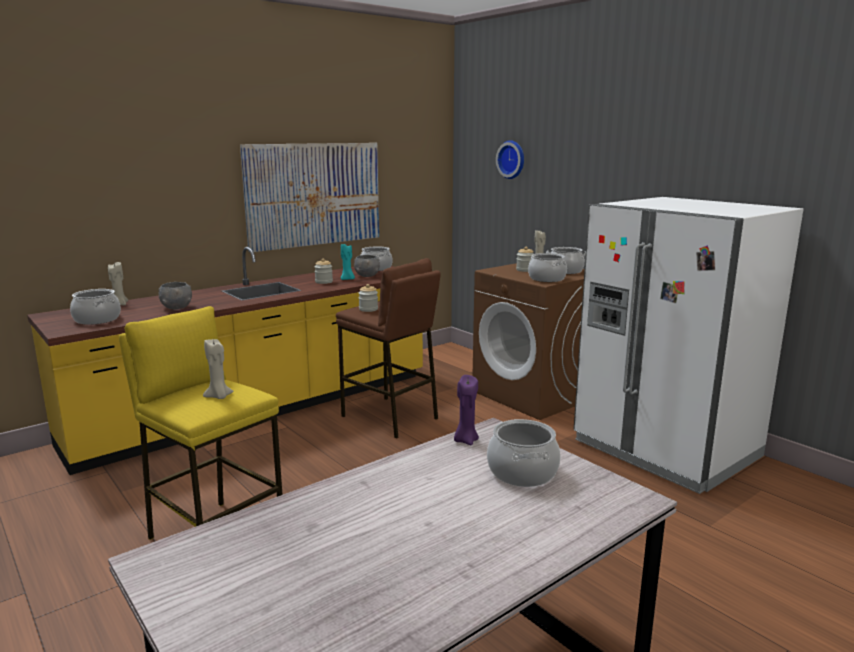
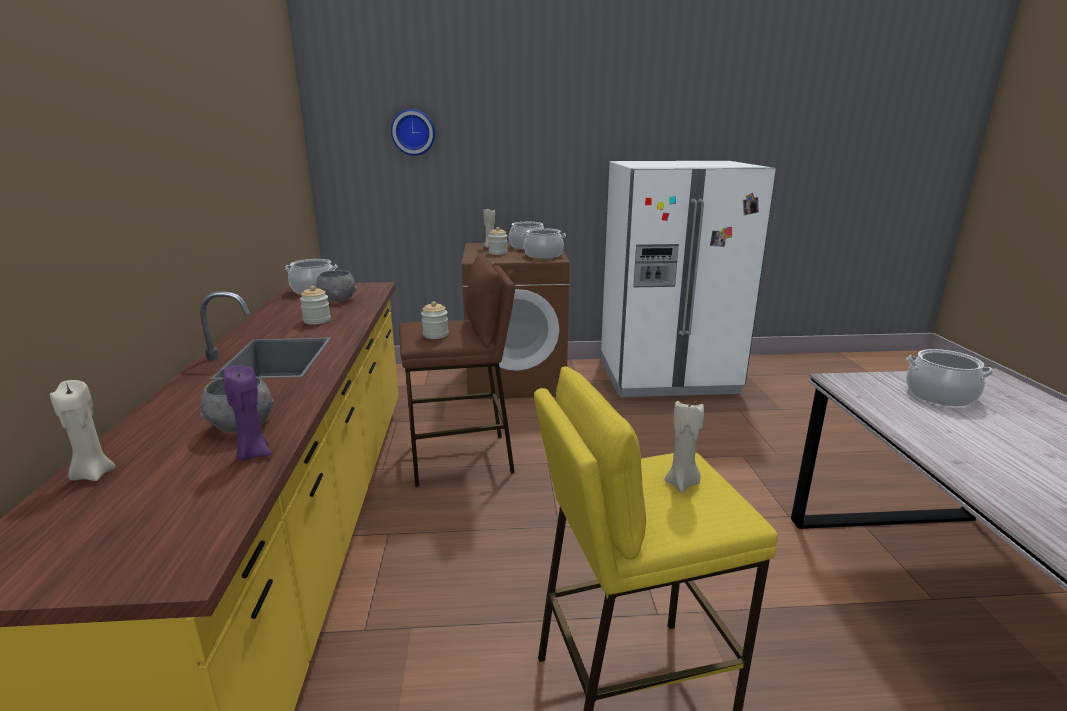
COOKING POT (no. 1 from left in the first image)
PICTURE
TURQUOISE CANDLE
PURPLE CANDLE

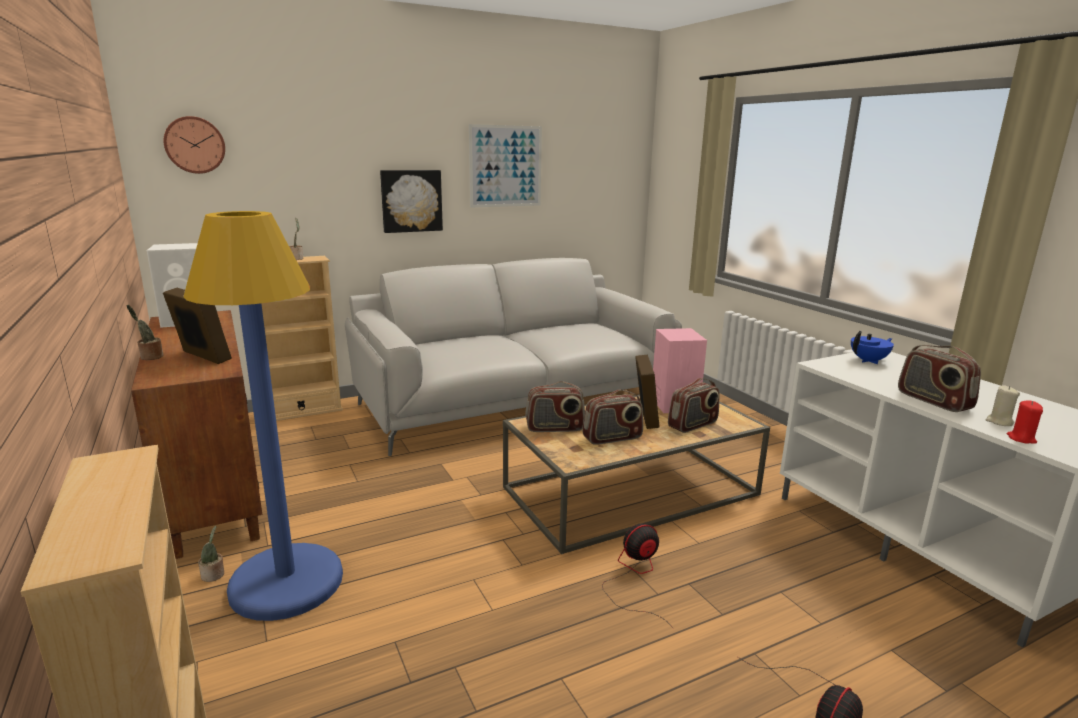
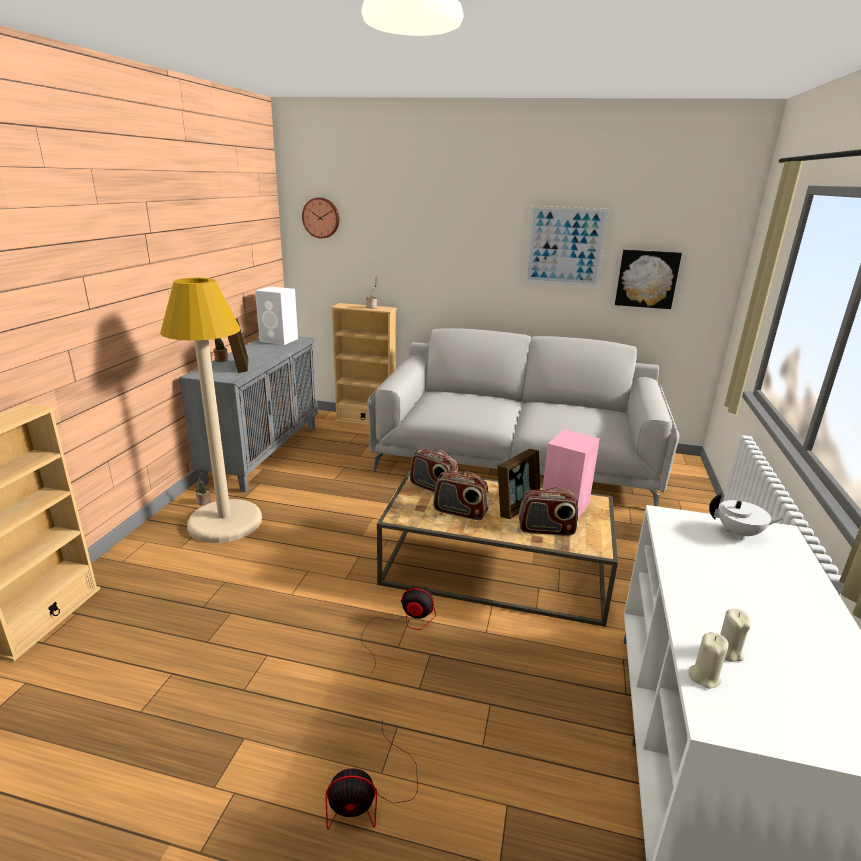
RADIO (no. 4 from left in the first image)
PICTURE (no. 2 from left)
GREY CABINET
BEIGE FLOOR LAMP
WHITE TEAPOT
BEIGE CANDLE (no. 1 from left)

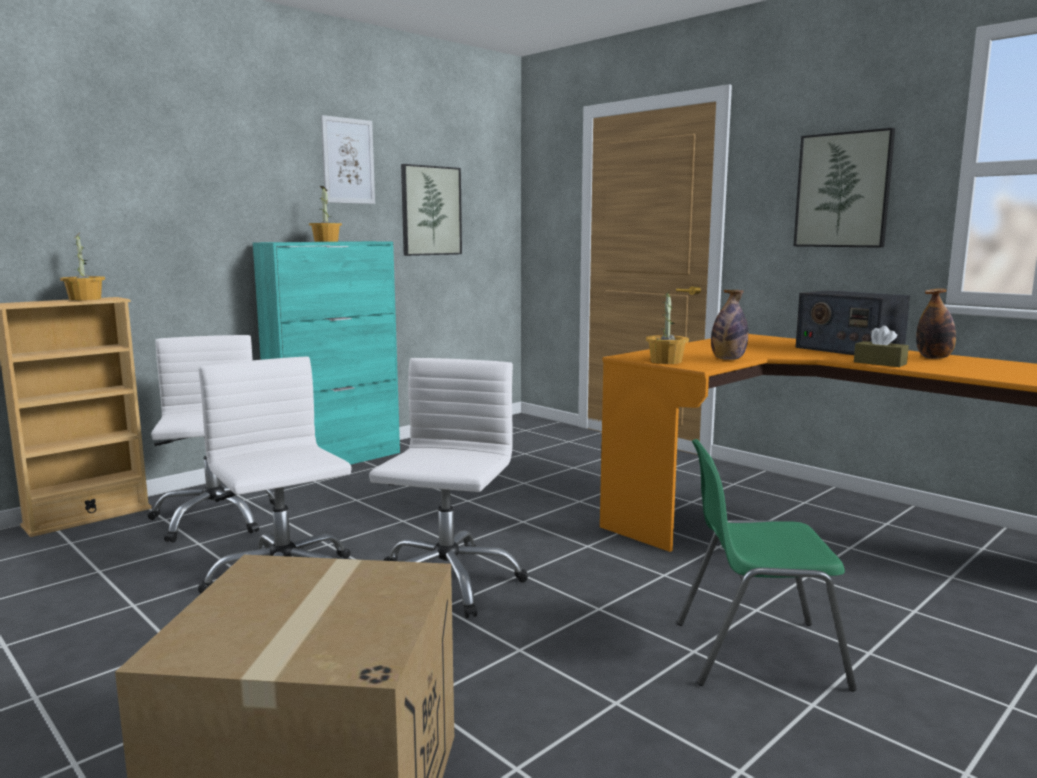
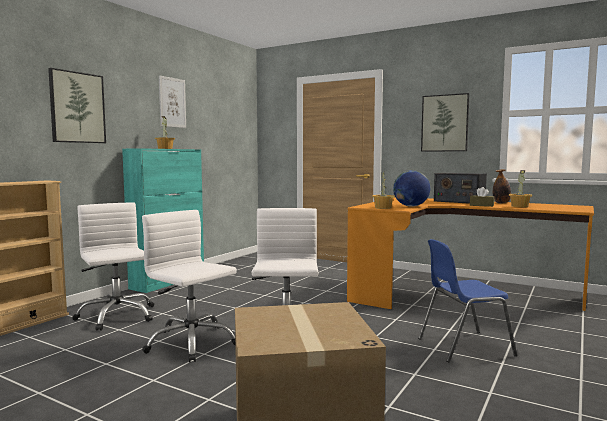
POTTED PLANT (no. 3 from left)
PICTURE (no. 1 from left)
GLOBE
BLUE CHAIR

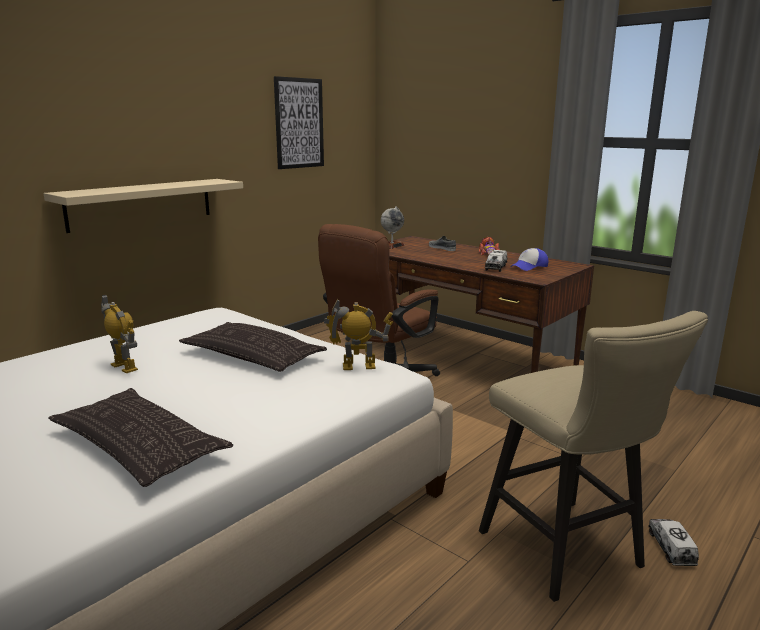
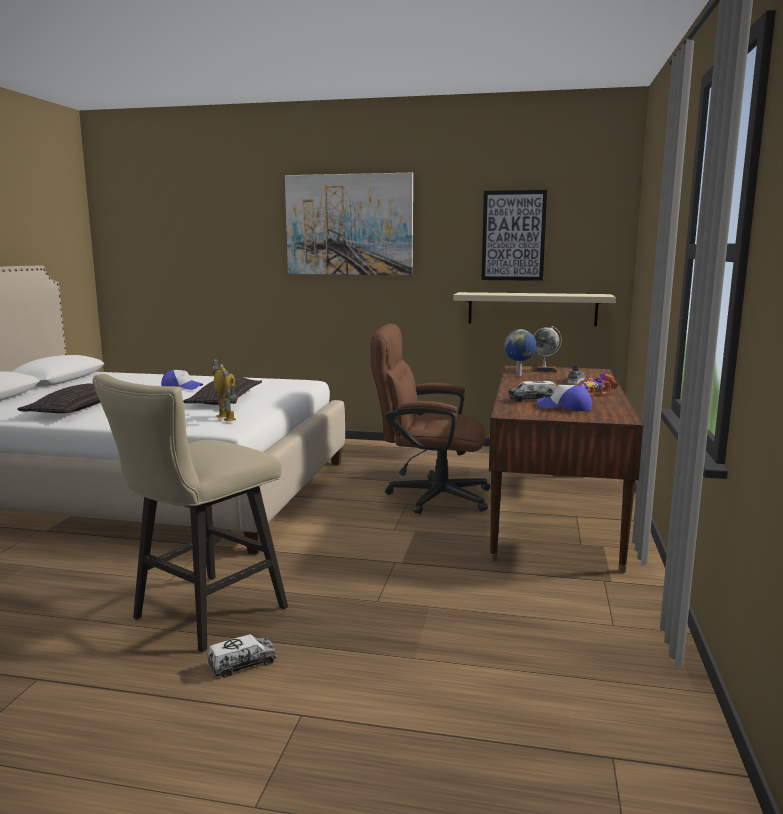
PICTURE (no. 1 from left)
GLOBE (no. 1 from left)
BEIGE SHELF
CAP (no. 1 from left)

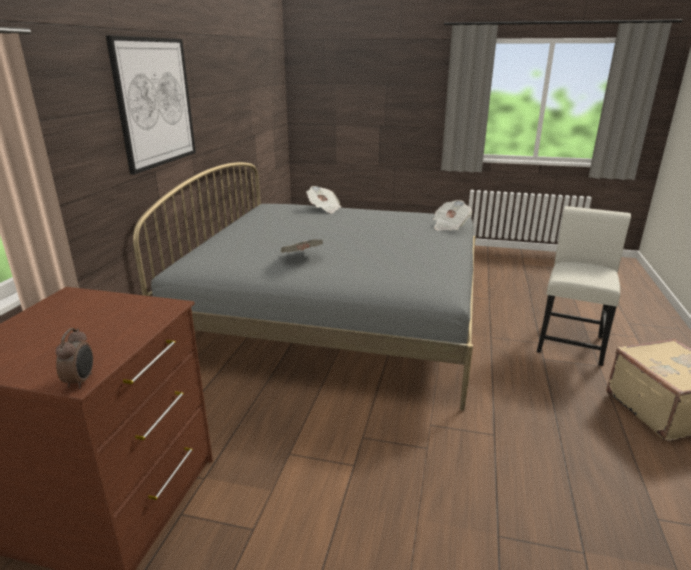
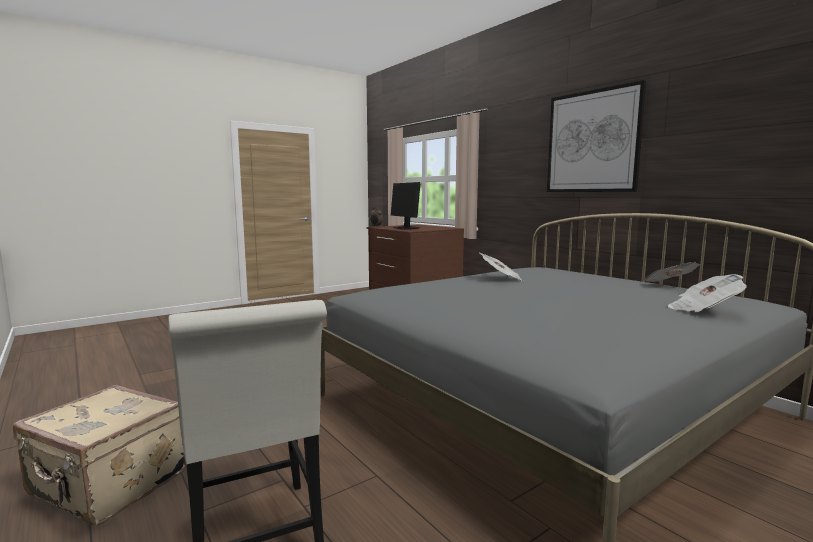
MONITOR
NEWSPAPER (no. 2 from left)

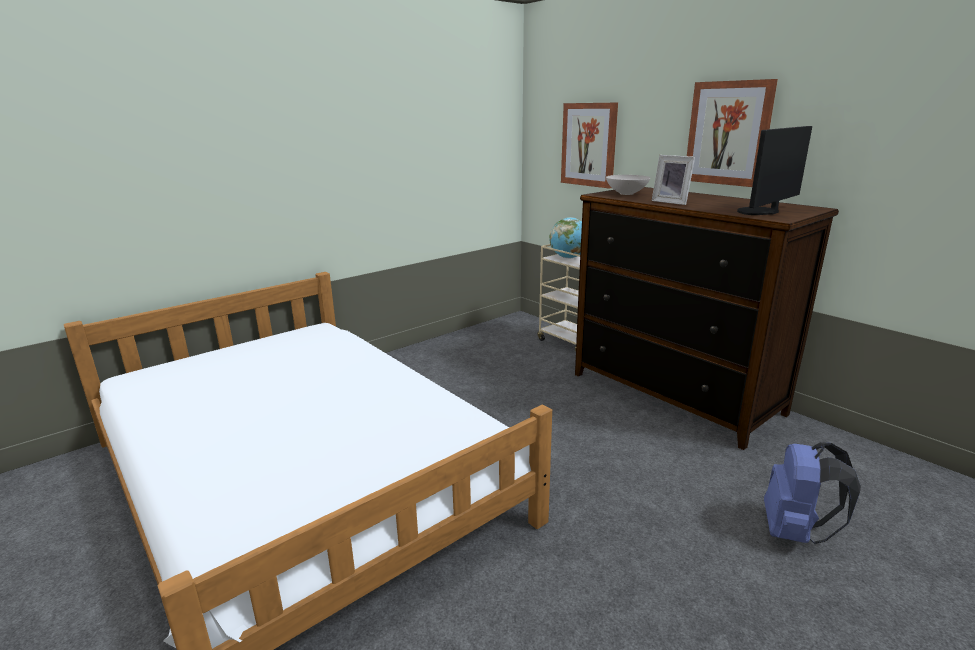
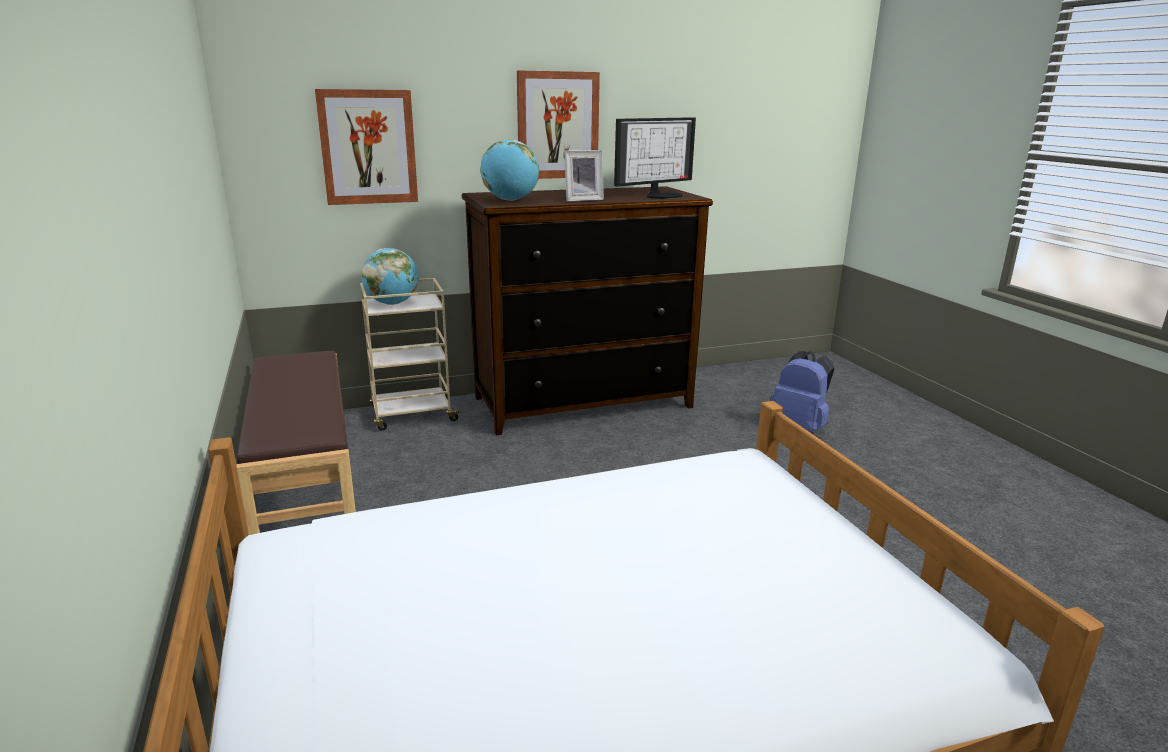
BROWN BENCH
GLOBE (no. 2 from left)
MONITOR

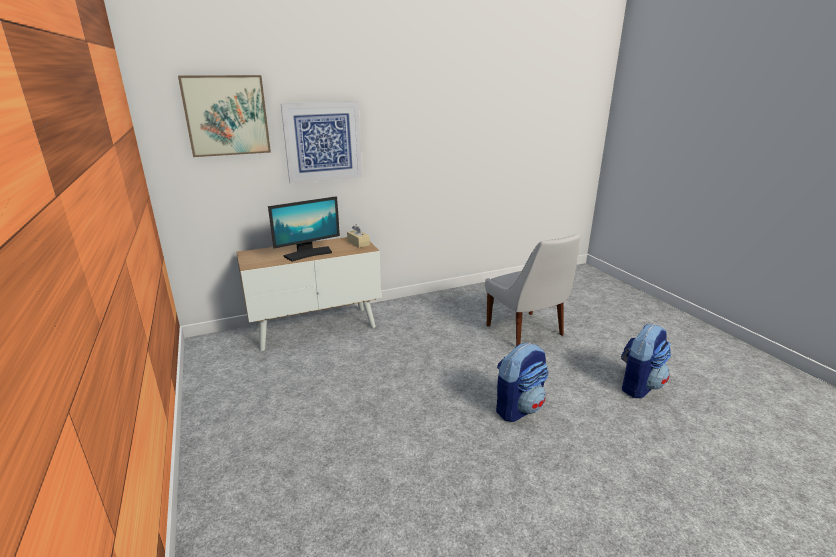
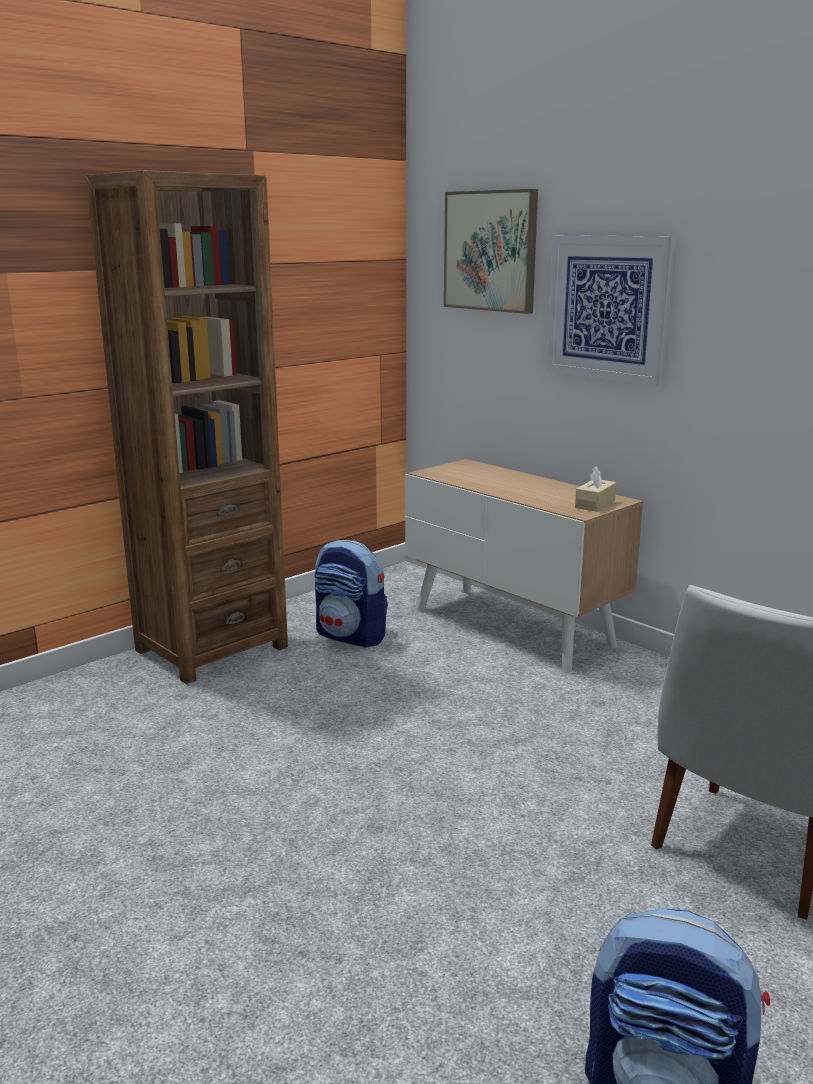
MONITOR
BROWN BOOKCASE
BACKPACK (no. 1 from left)

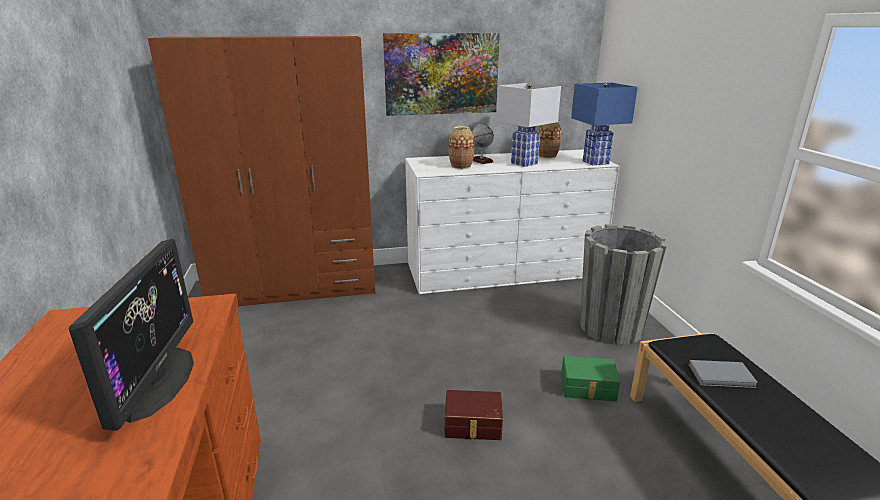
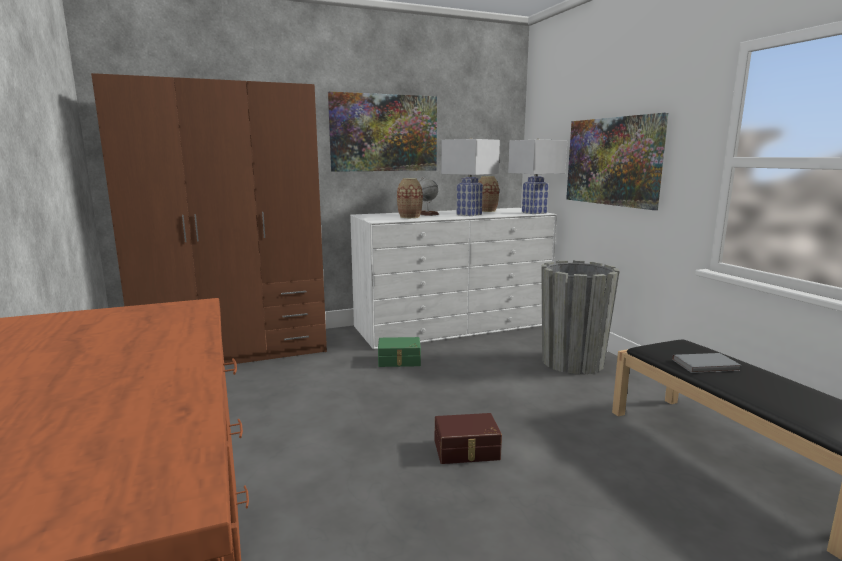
MONITOR
PICTURE (no. 2 from left)
GREEN STORAGE BOX
WHITE TABLE LAMP (no. 2 from left)

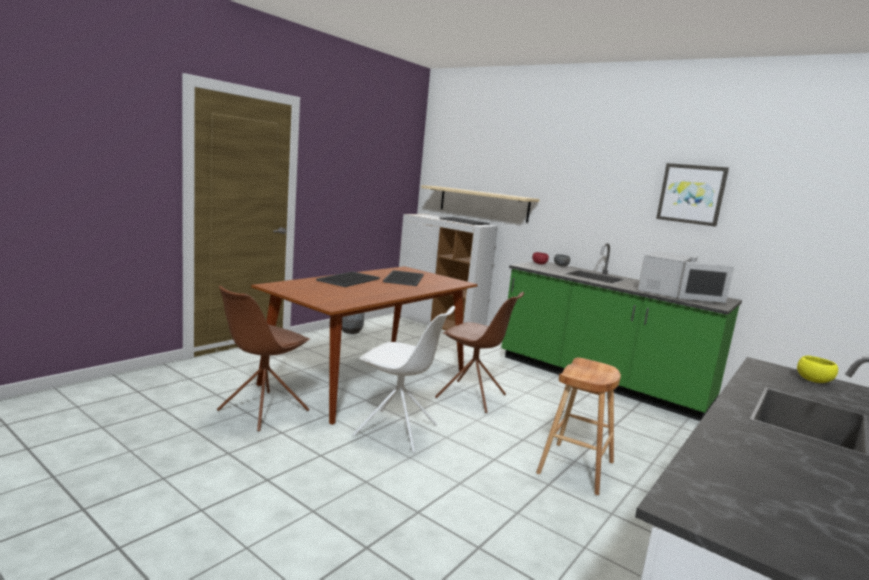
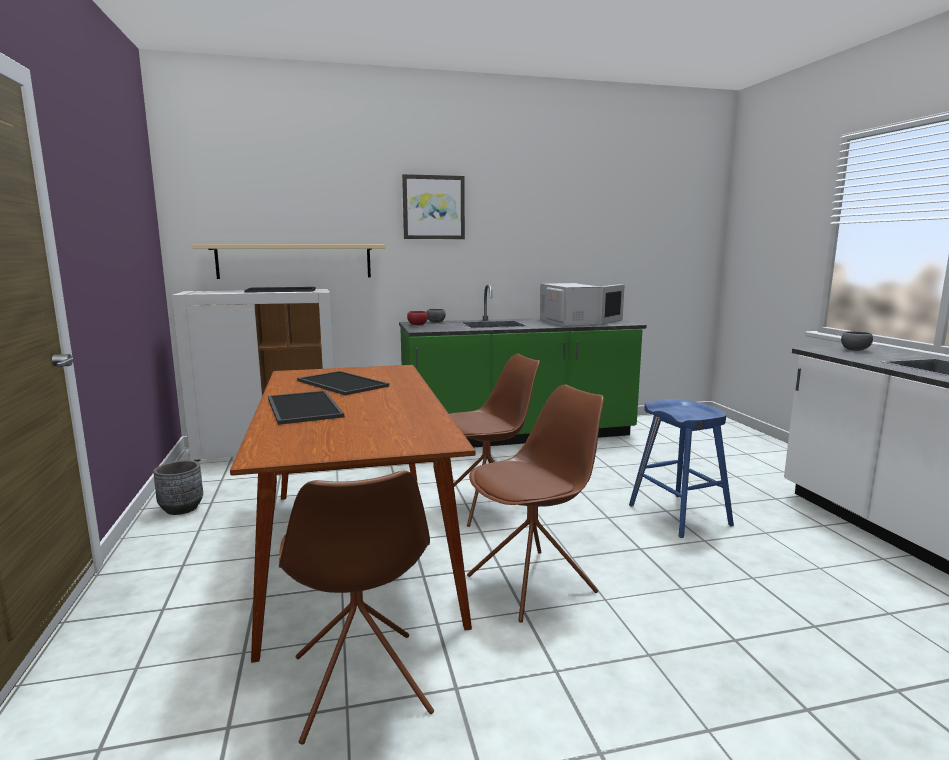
PICTURE
BROWN CHAIR (no. 3 from left)
BLUE STOOL
GREY BOWL (no. 2 from left)

